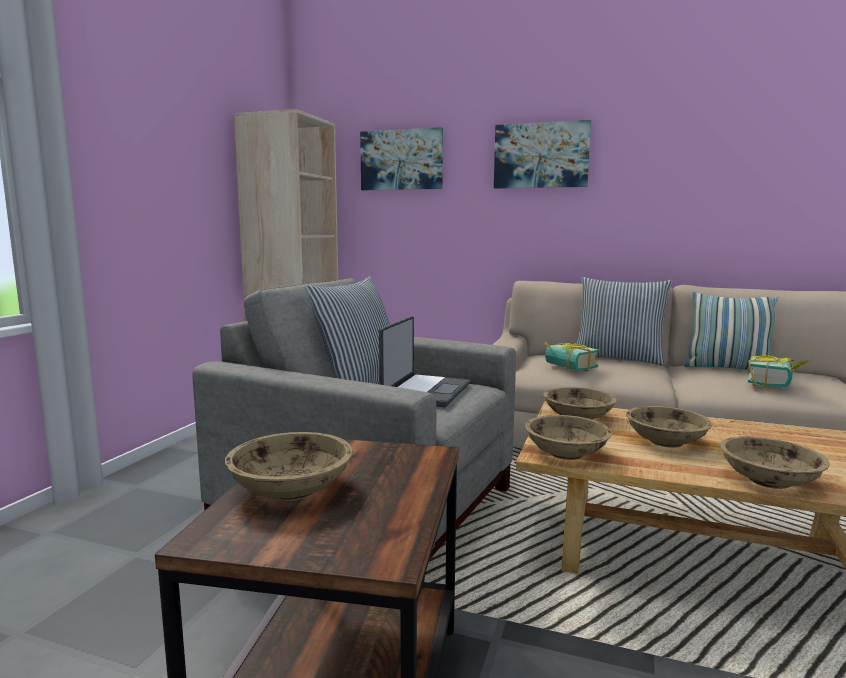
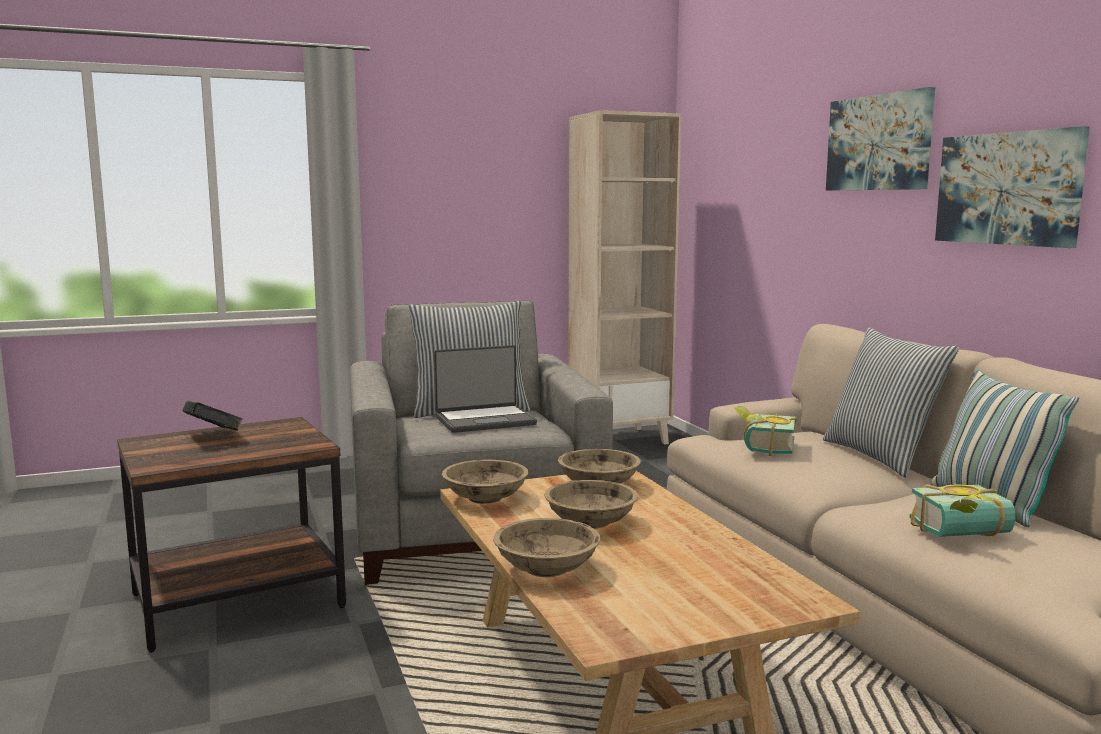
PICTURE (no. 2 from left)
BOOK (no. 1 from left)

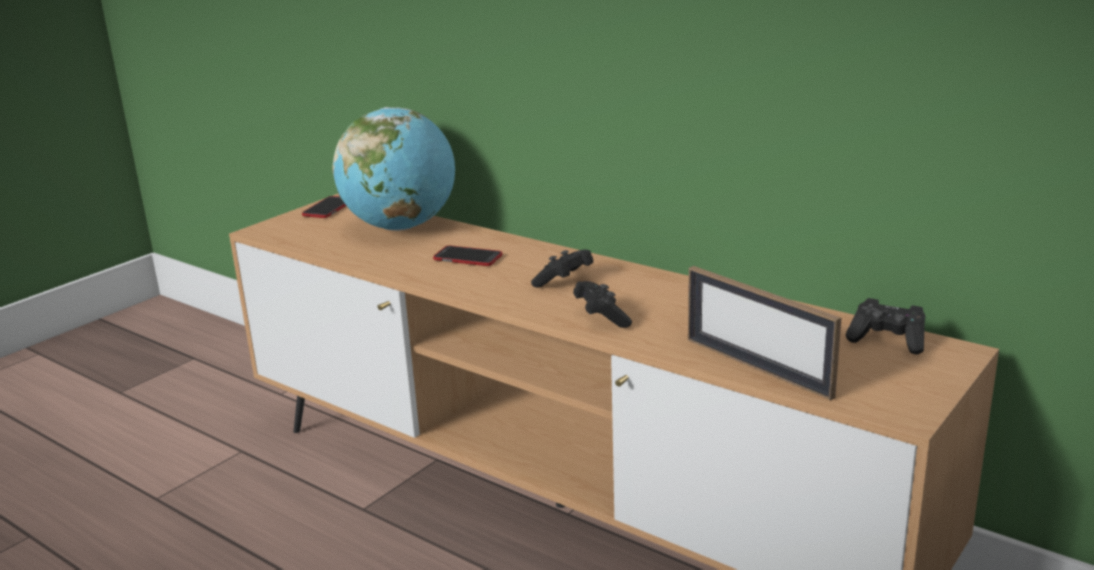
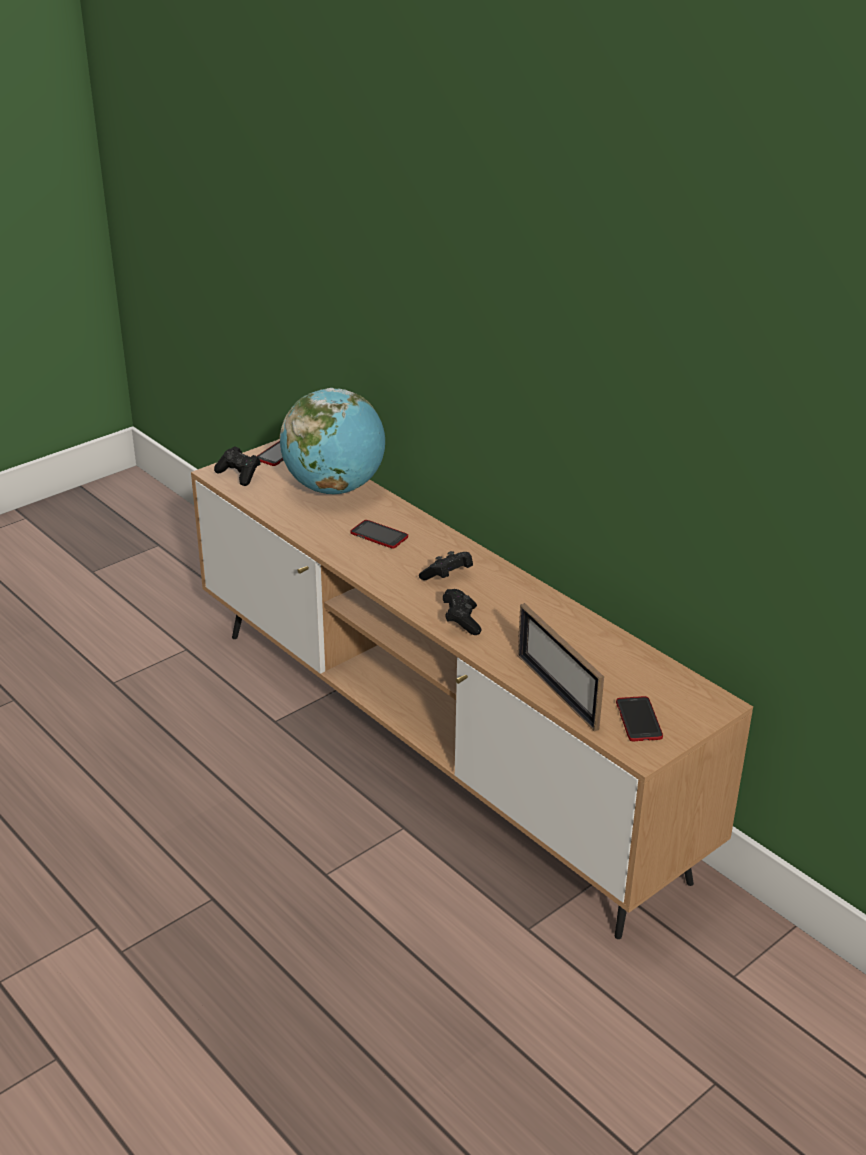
PHONE (no. 3 from left)
BLACK GAME CONTROLLER (no. 1 from left)

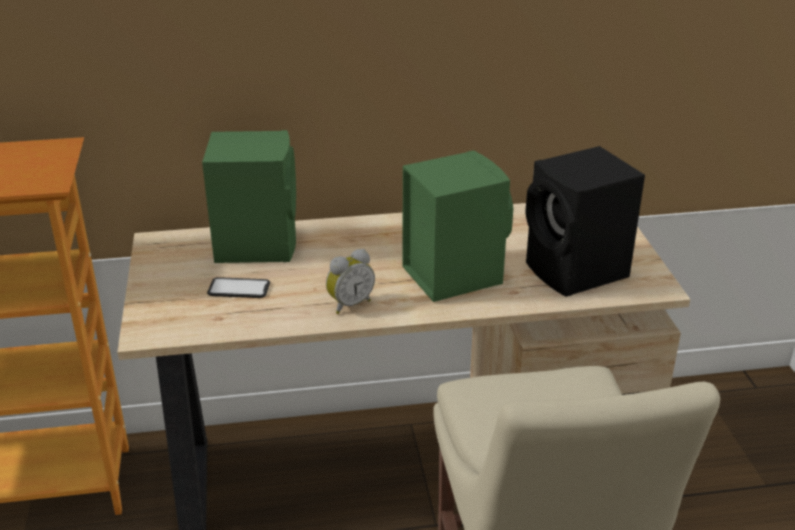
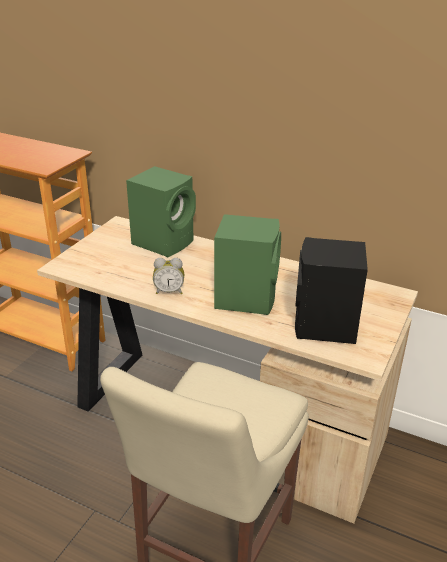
PHONE

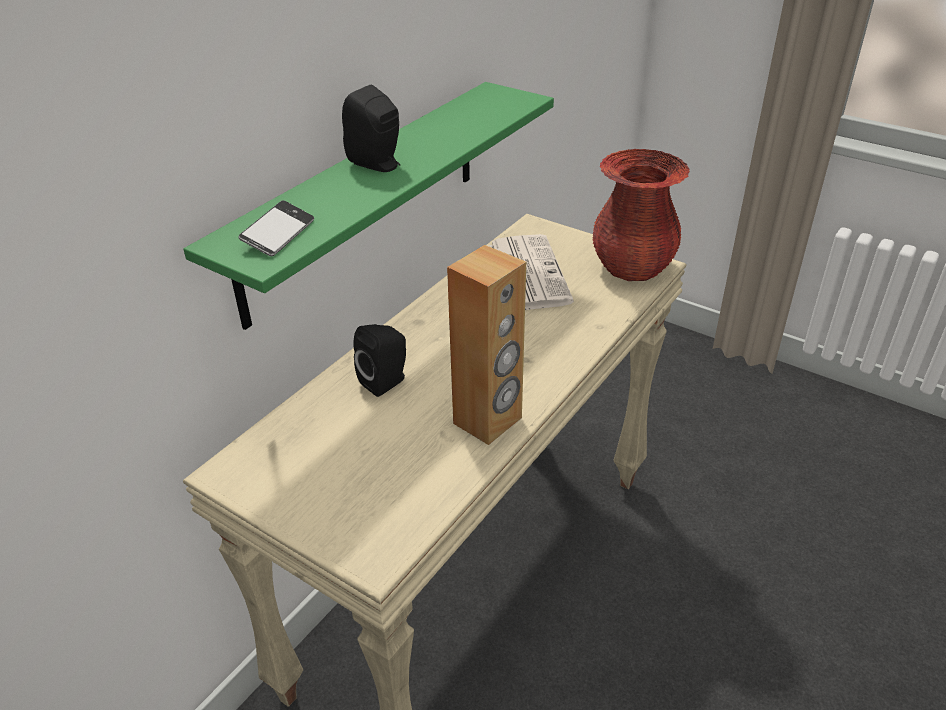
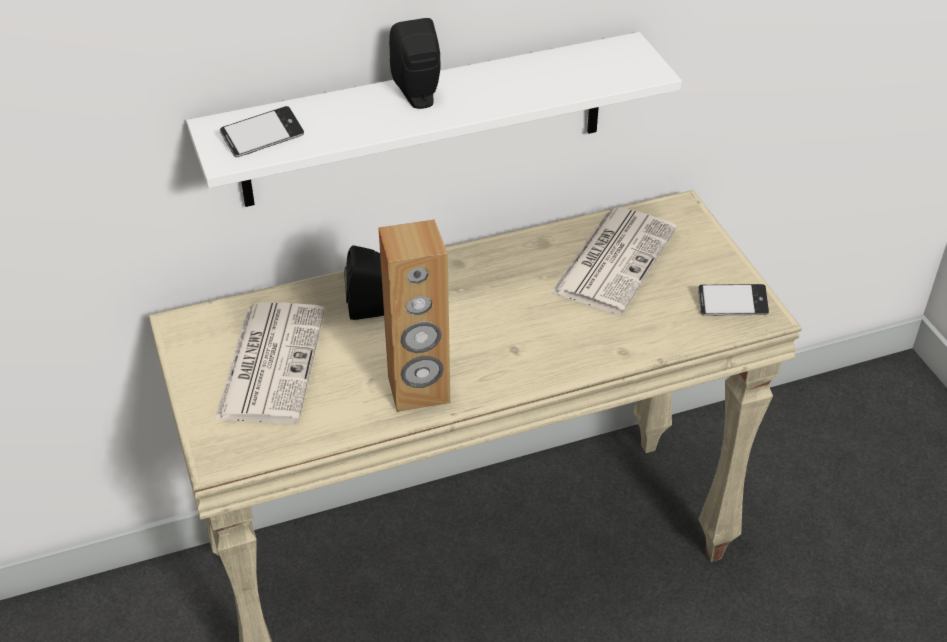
NEWSPAPER (no. 1 from left)
PHONE (no. 2 from left)
WHITE SHELF

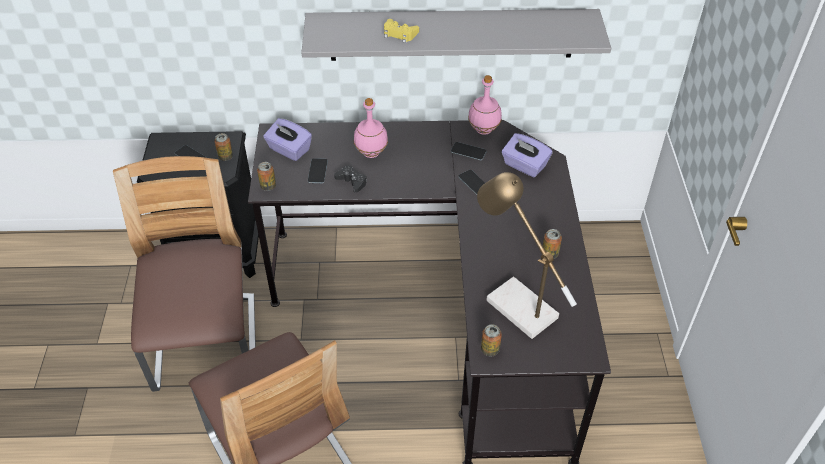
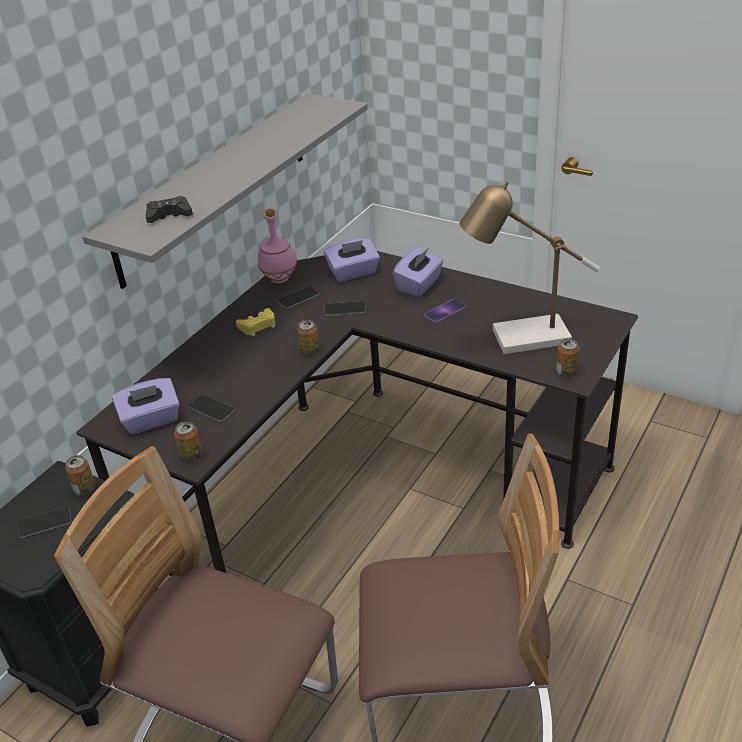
PINK BOTTLE (no. 1 from left in the first image)
PURPLE TISSUE BOX (no. 3 from left)
PHONE (no. 5 from left)
BLACK GAME CONTROLLER
YELLOW GAME CONTROLLER
CAN (no. 3 from left)

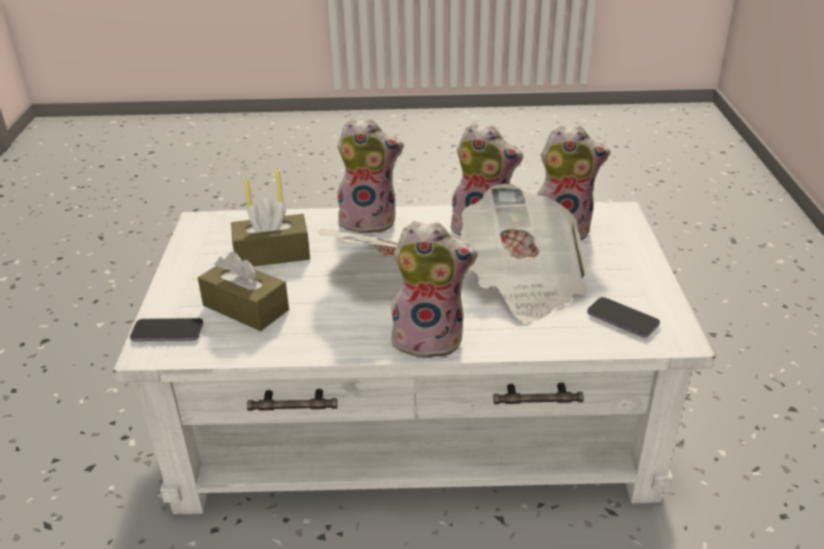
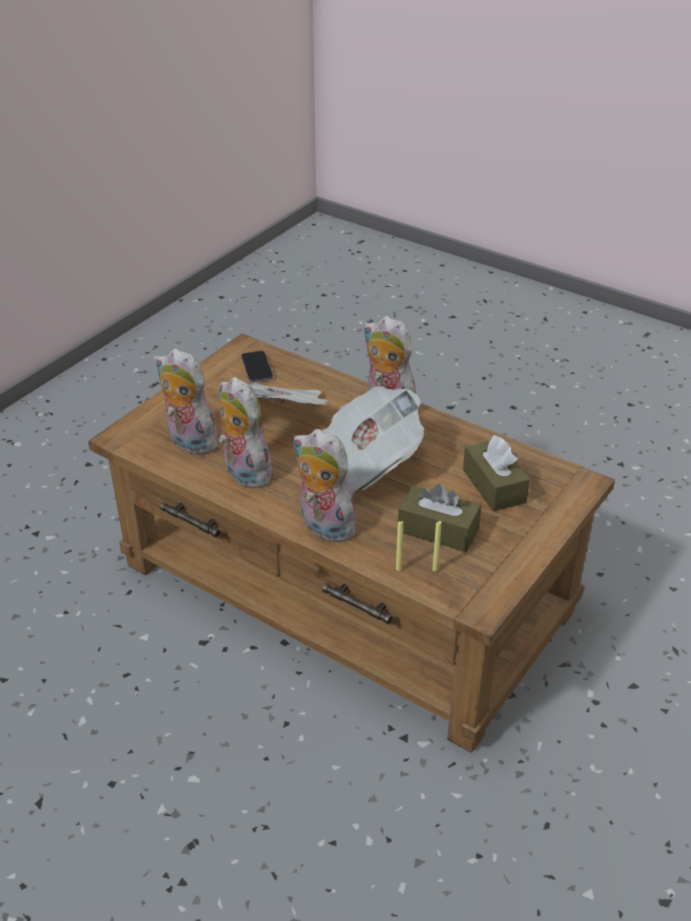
PHONE (no. 1 from left in the first image)
BROWN COFFEE TABLE

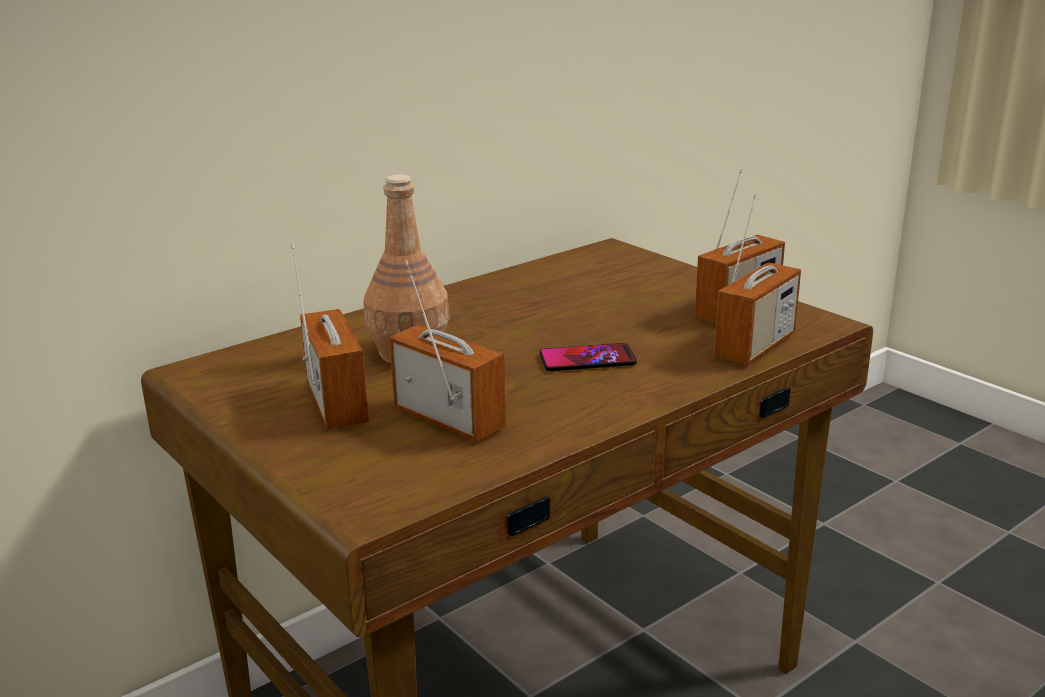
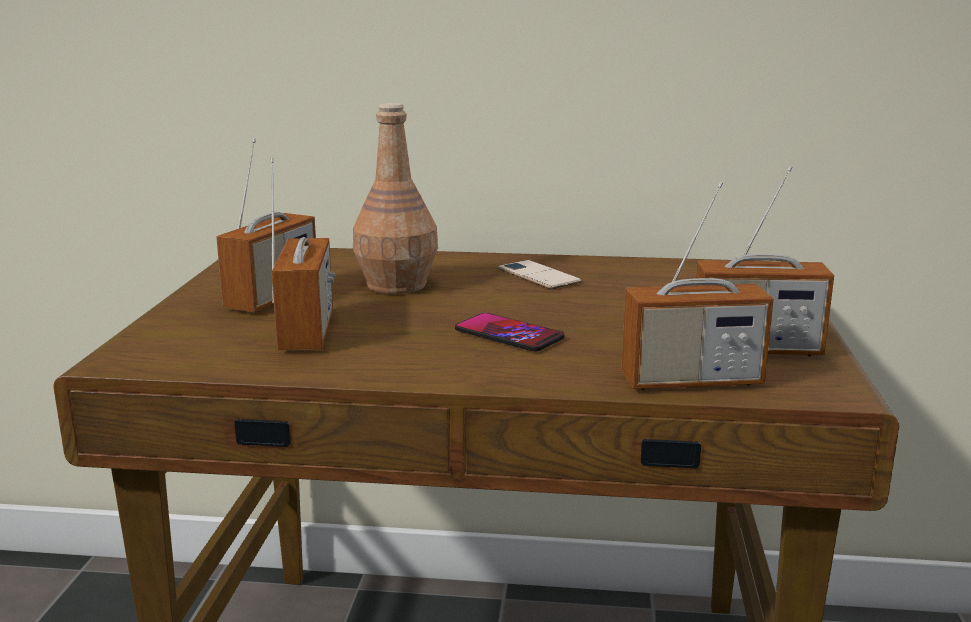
PHONE (no. 2 from left)

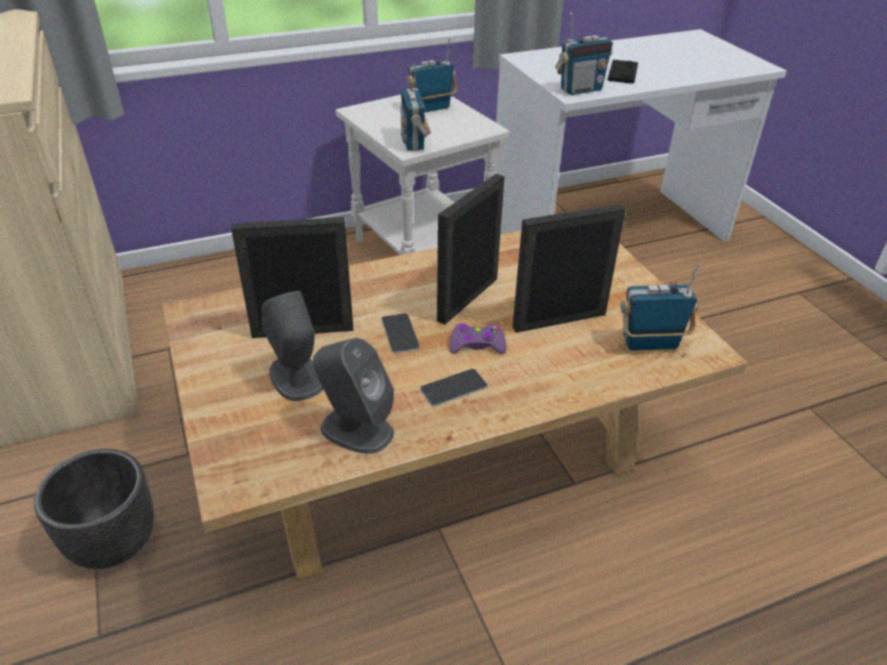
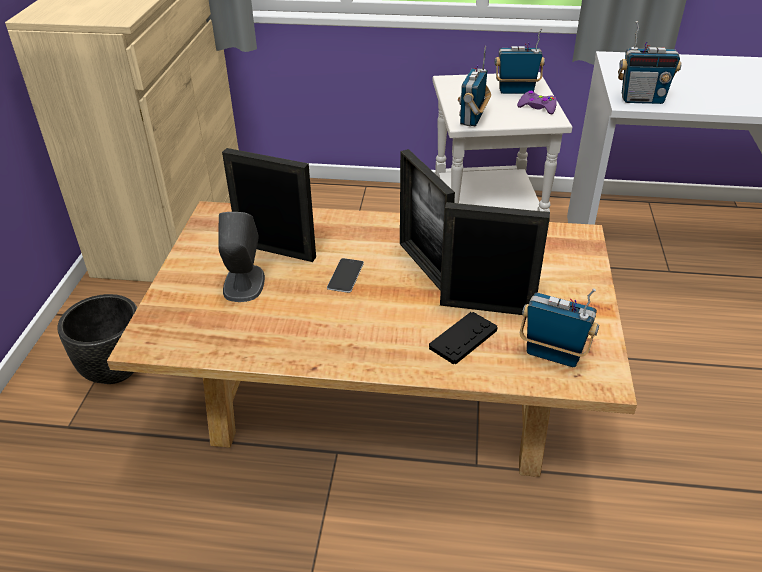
GREY SPEAKER (no. 2 from left in the first image)
PHONE (no. 2 from left in the first image)
PURPLE GAME CONTROLLER
BLACK GAME CONTROLLER
PICTURE FRAME (no. 2 from left)

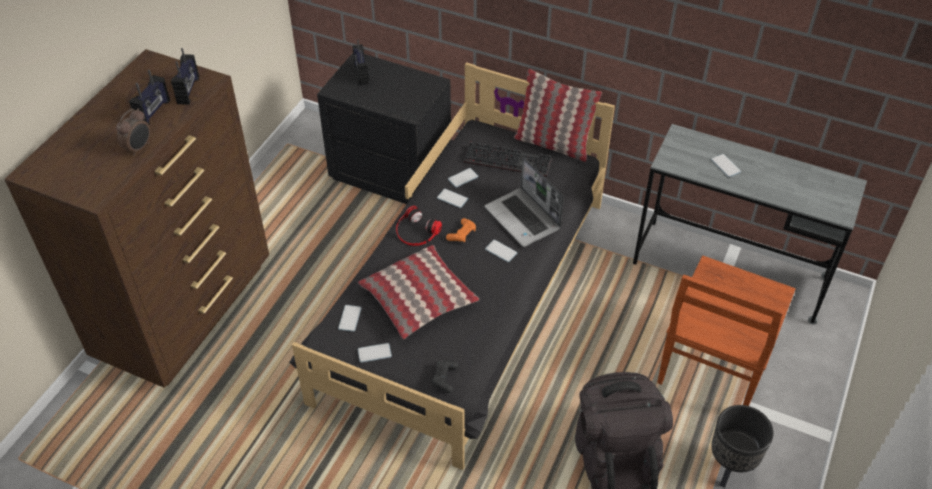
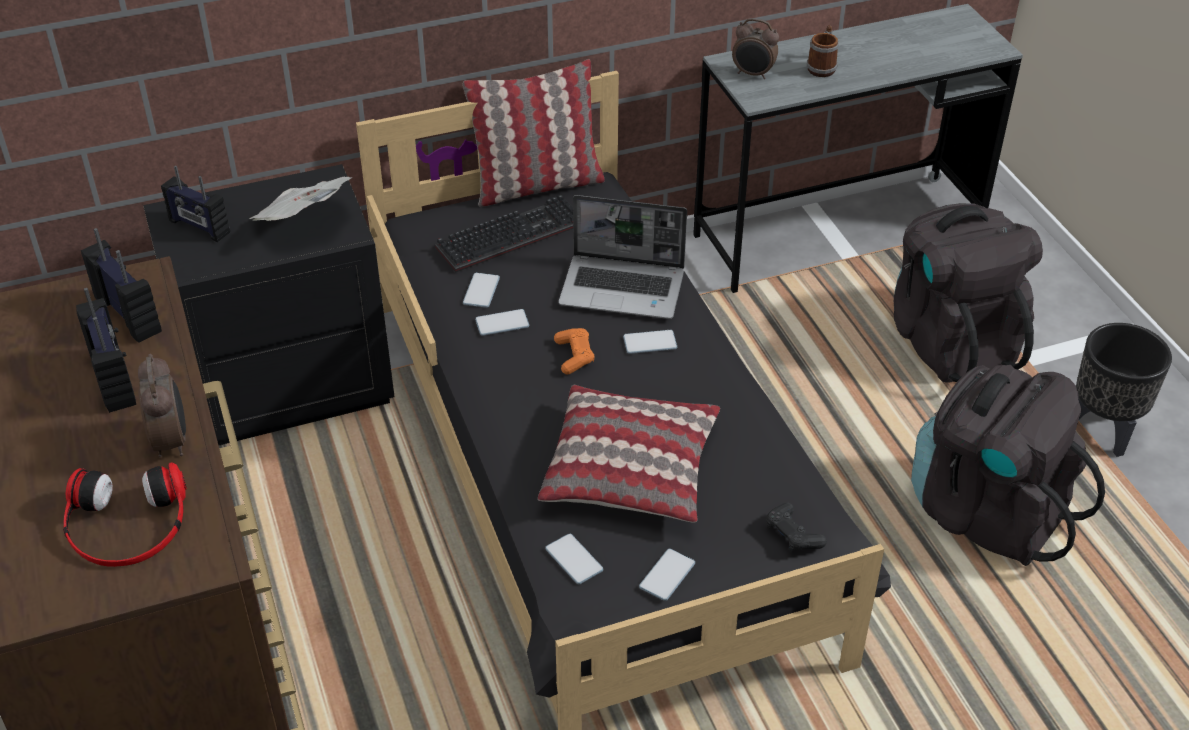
NEWSPAPER
ALARM CLOCK (no. 2 from left)
HEADPHONES
BLACK BACKPACK (no. 1 from left)
MUG

